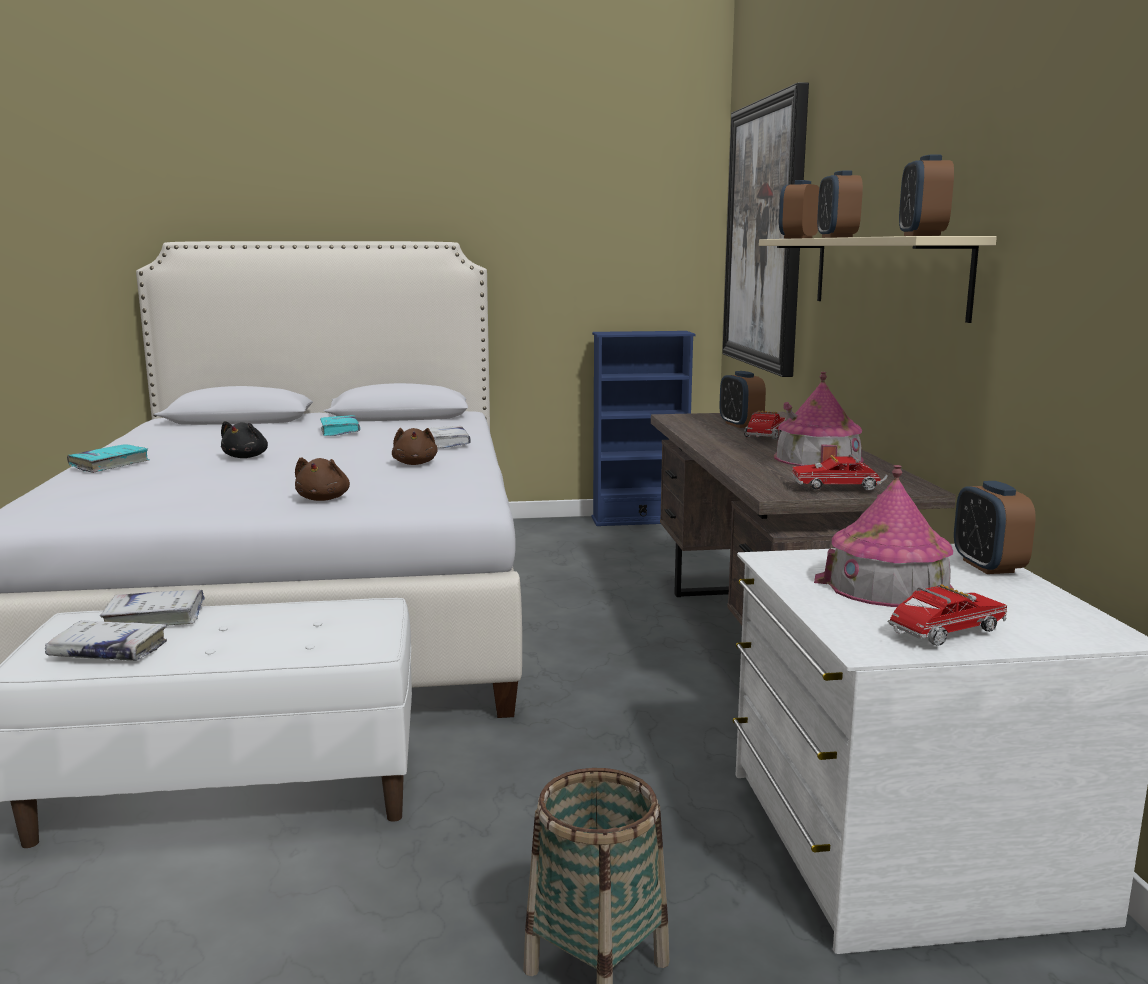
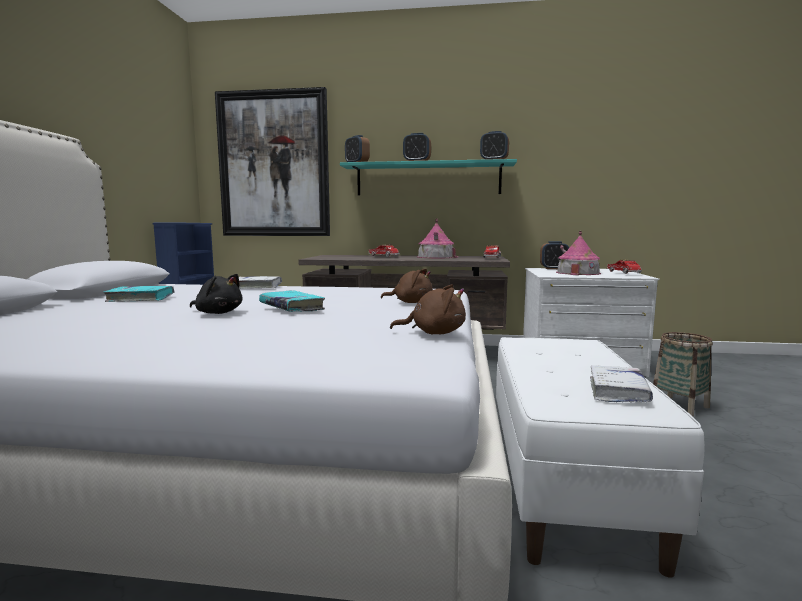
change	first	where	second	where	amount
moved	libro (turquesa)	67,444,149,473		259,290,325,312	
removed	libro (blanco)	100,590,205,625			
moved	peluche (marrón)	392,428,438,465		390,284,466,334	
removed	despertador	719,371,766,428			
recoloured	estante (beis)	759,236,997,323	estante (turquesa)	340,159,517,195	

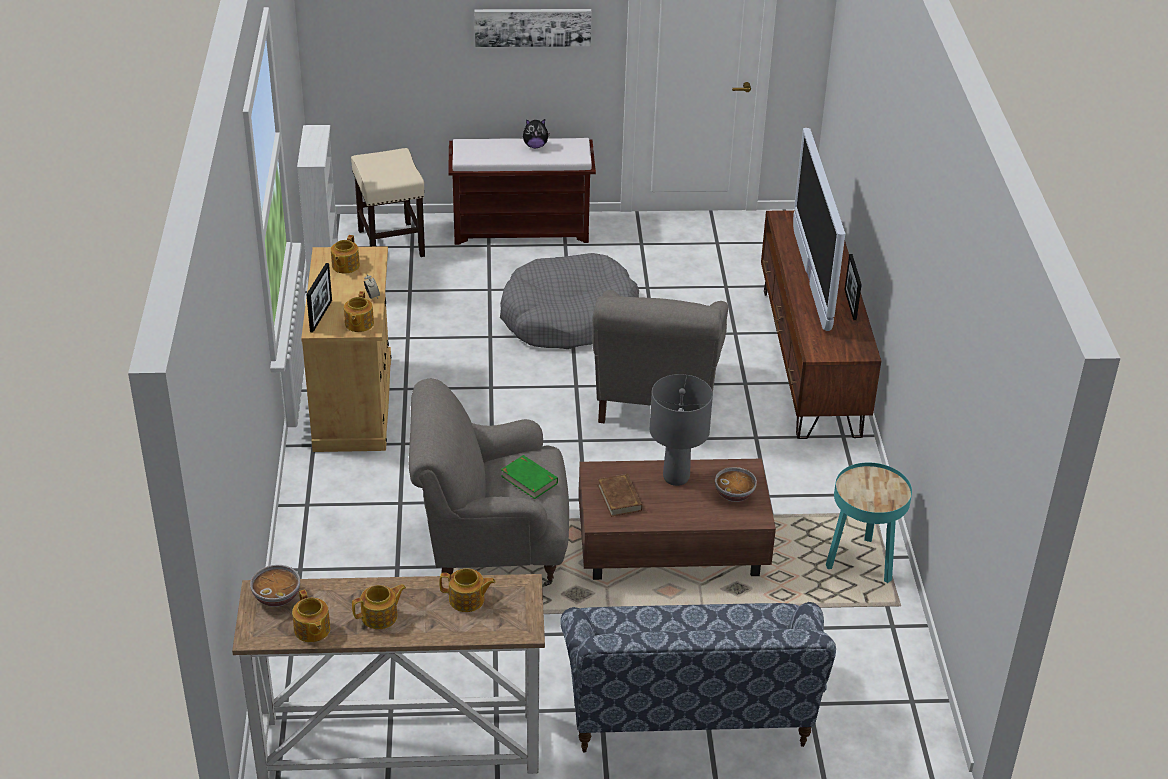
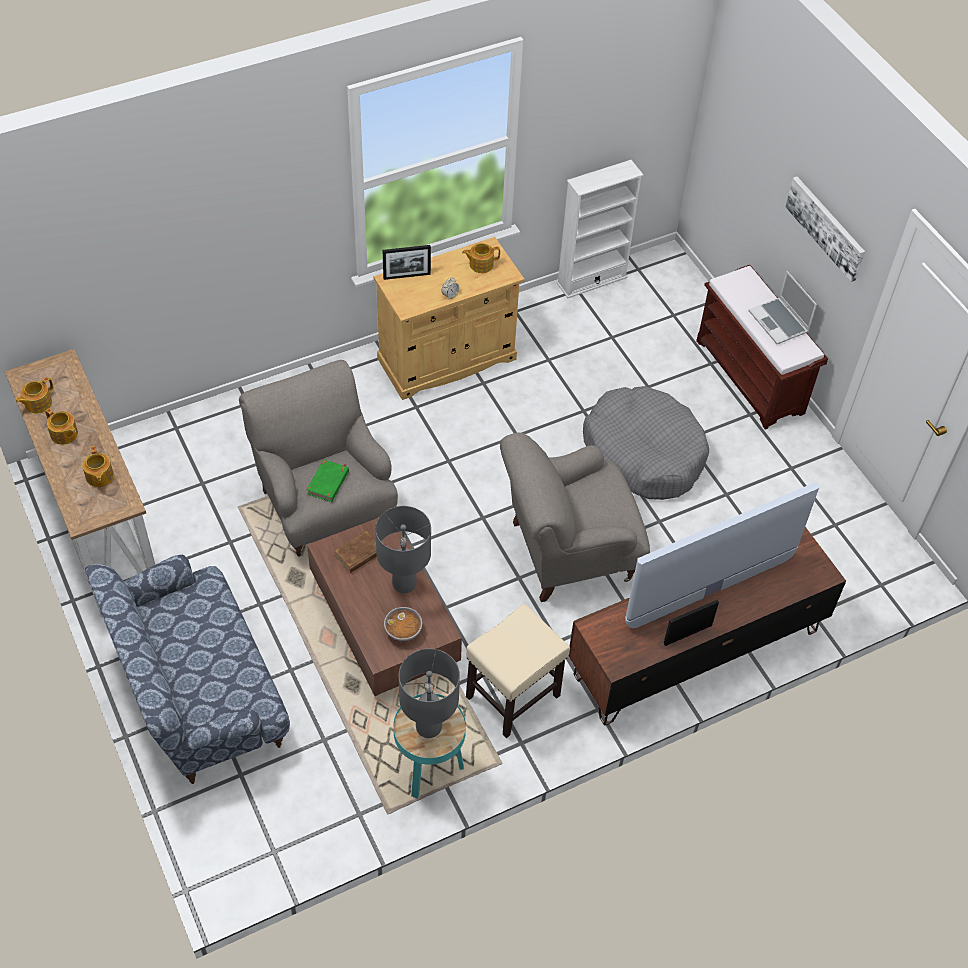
change	first	where	second	where	amount
removed	cuenco	250,565,300,607			
removed	tetera	344,291,374,332			
moved	taburete (beis)	351,148,425,257		466,604,570,738	
replaced	peluche	523,119,550,148	portátil	748,271,817,344	
added			lámpara de mesa (gris)	399,649,460,738	

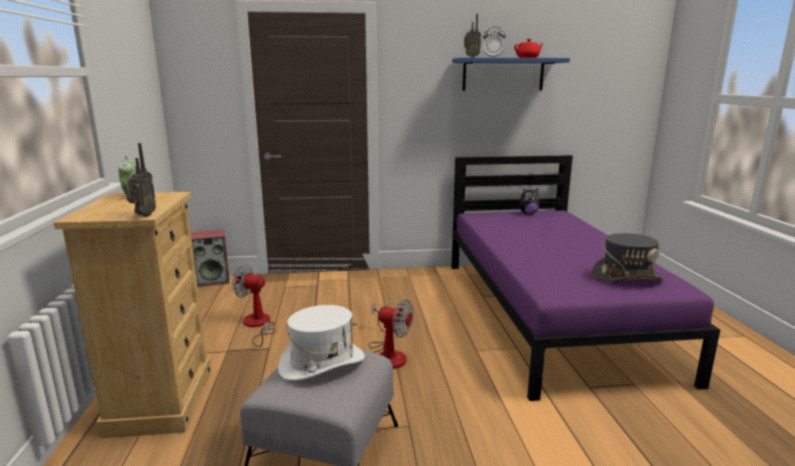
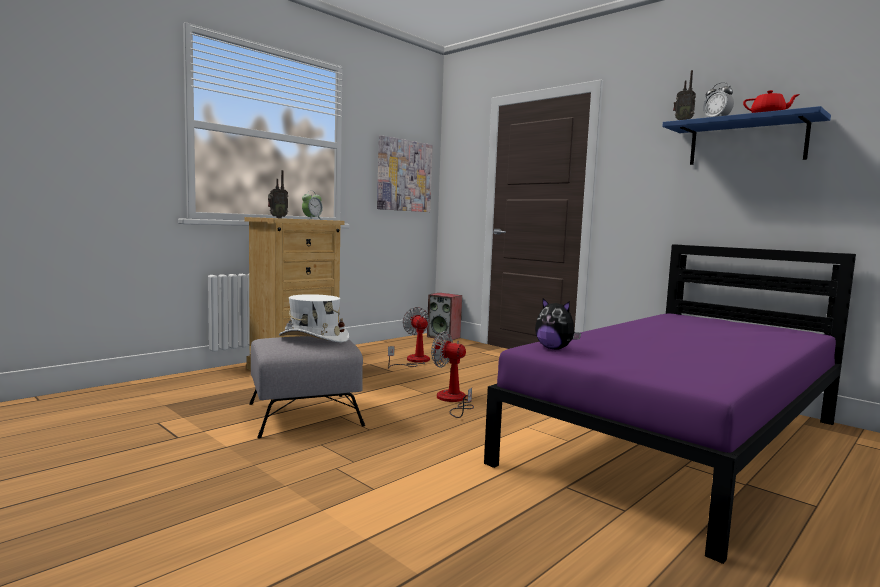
change	first	where	second	where	amount
turned	ventilador	369,299,414,369		431,331,474,418	135 degrees clockwise
moved	peluche	518,188,540,214		535,298,581,349	
removed	sombrero (gris)	592,233,664,281			
added			cuadro	377,135,433,212	

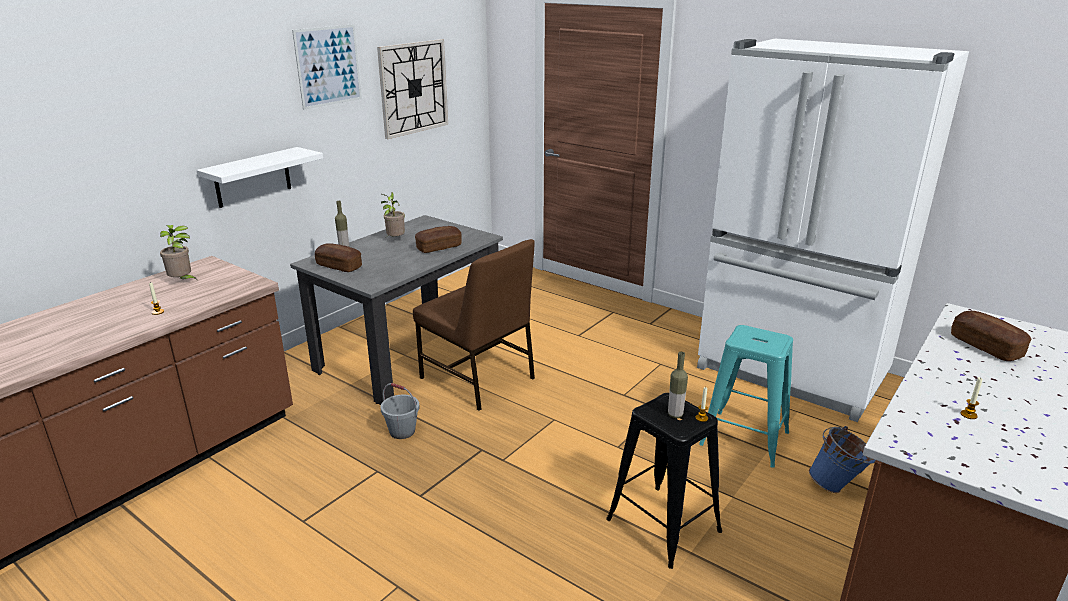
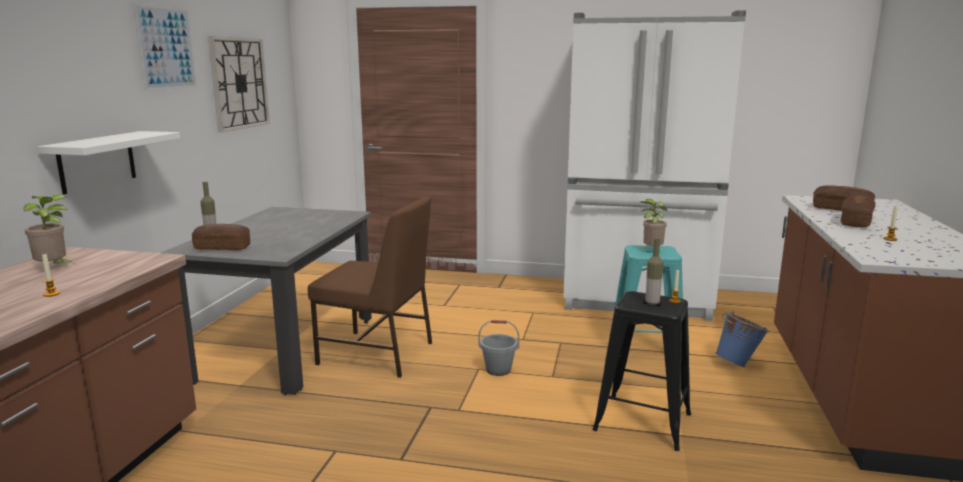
change	first	where	second	where	amount
moved	cubo (gris)	380,383,419,439		478,320,519,376	
moved	planta en maceta	381,192,405,236		638,199,667,251	
moved	pan	415,226,462,253		841,195,876,227	

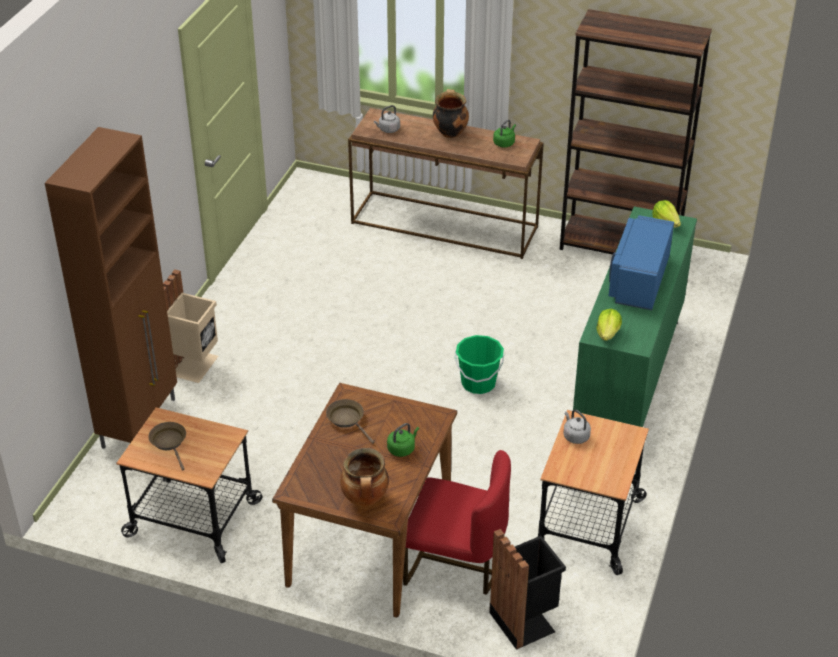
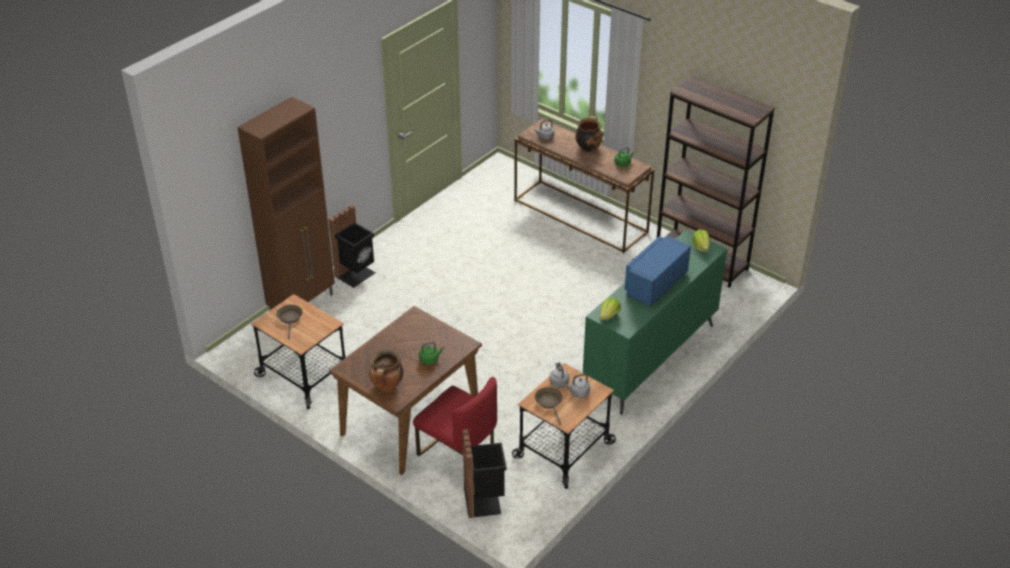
change	first	where	second	where	amount
recoloured	papelera (beis)	163,270,218,383	papelera (negro)	329,205,376,288	
moved	sartén (marrón)	326,399,374,444		535,387,563,425	
removed	cubo (verde)	455,335,504,394			
added			hervidor (gris)	565,374,590,398	

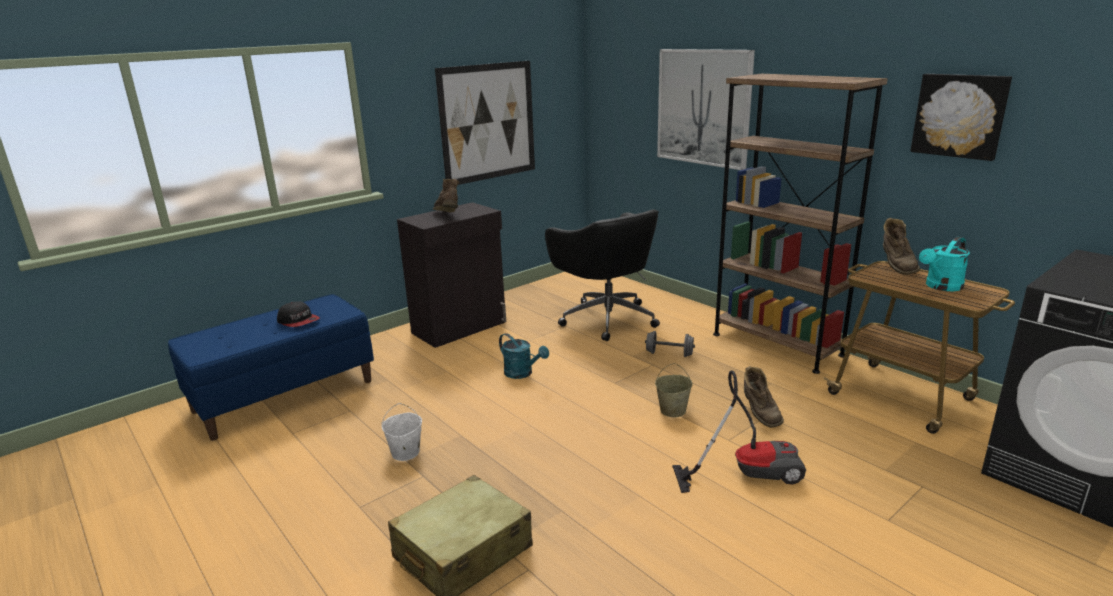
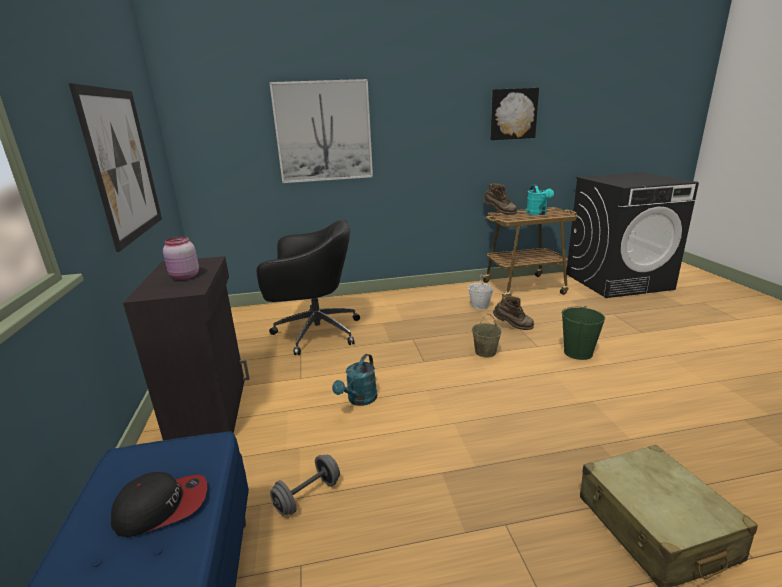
change	first	where	second	where	amount
moved	cubo (blanco)	382,403,422,461		468,276,494,310	
replaced	bota (marrón)	433,179,459,212	tarro (rosa)	163,236,199,280	
turned	regadera (turquesa)	499,333,549,379		332,354,377,406	135 degrees clockwise
moved	mancuerna (gris)	645,331,695,357		270,455,340,515	
replaced	aspiradora	672,370,806,493	cubo (verde)	562,306,605,360	
removed	estantería (marrón)	713,74,888,374			

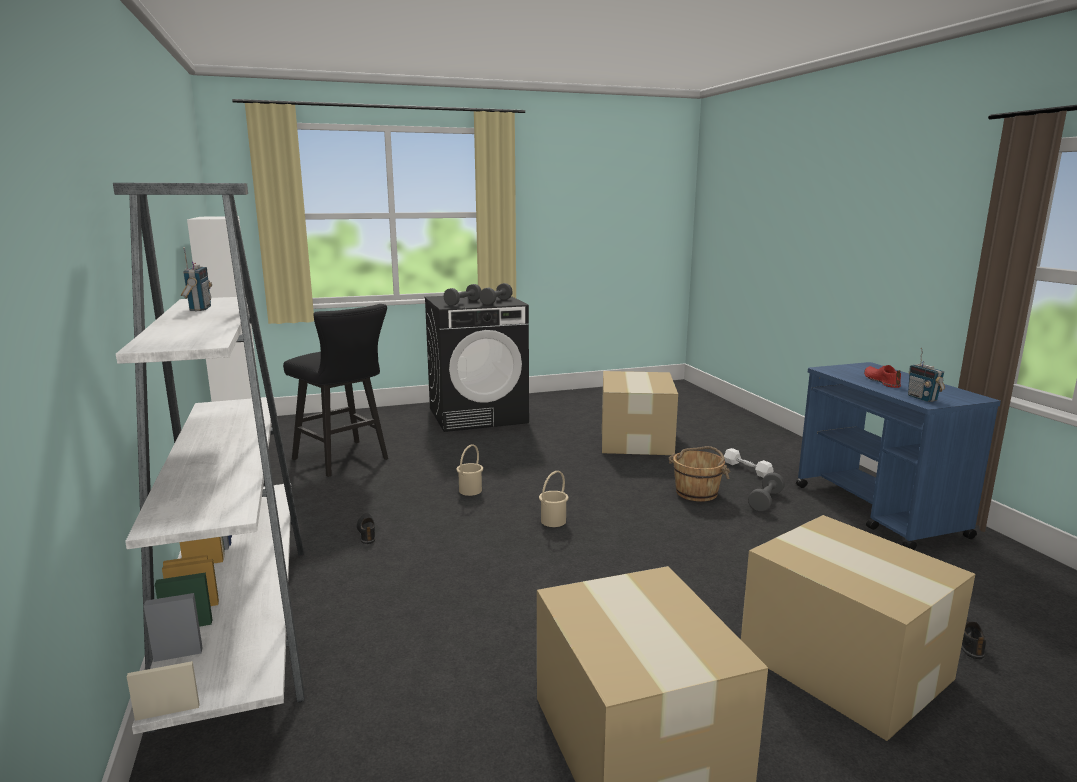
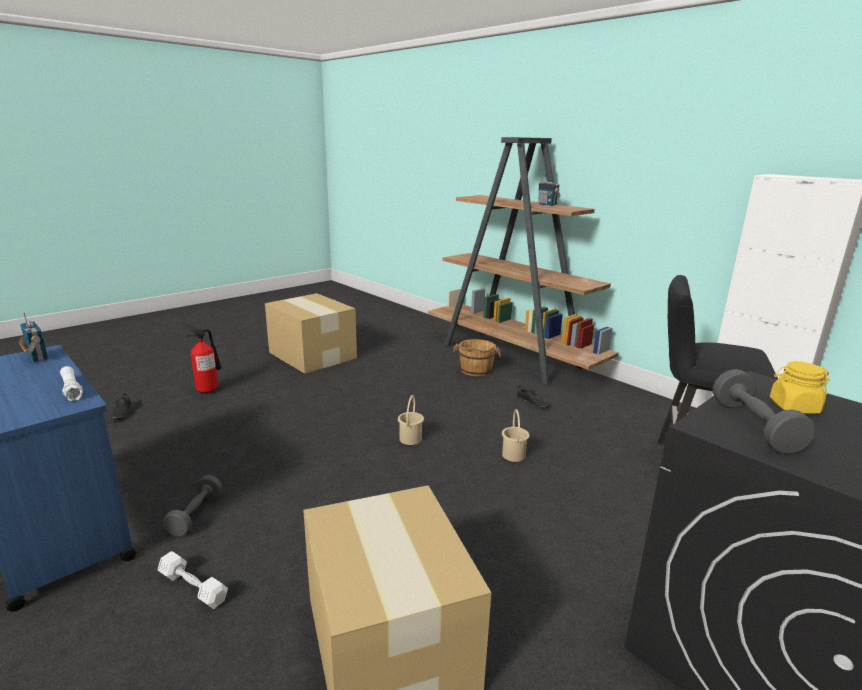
change	first	where	second	where	amount
recoloured	estantería (blanco)	113,183,304,734	estantería (marrón)	428,137,619,385	
replaced	mancuerna (gris)	443,284,481,306	tarro (amarillo)	770,361,830,414	
moved	cubo (marrón)	669,446,730,502		453,339,501,377	
replaced	caja de cartón	741,515,975,741	extintor	185,324,222,393	
removed	zapato (rojo)	864,365,901,388			
added			linterna (blanco)	60,366,83,401	

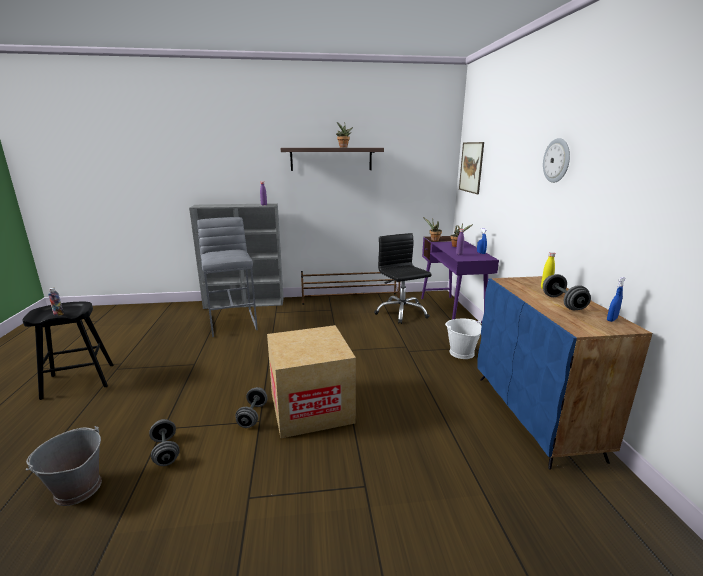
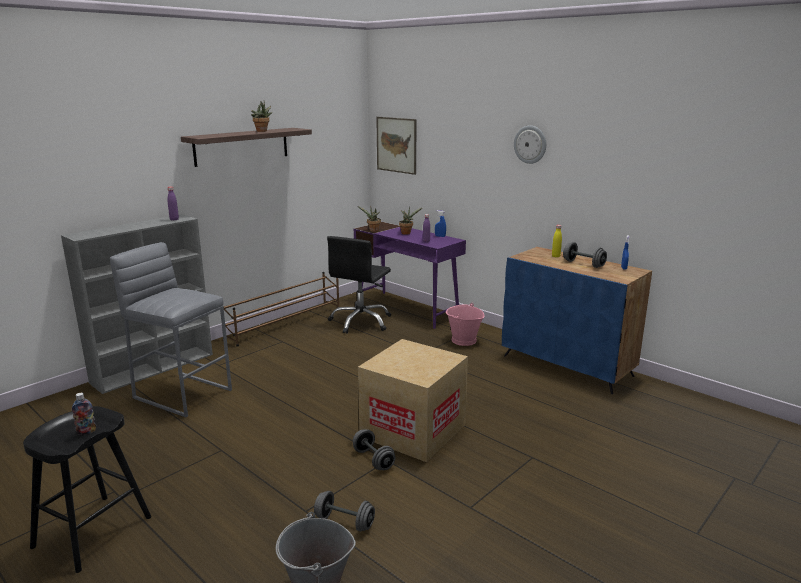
change	first	where	second	where	amount
turned	silla de oficina (negro)	374,233,432,324		327,236,391,334	90 degrees counterclockwise
recoloured	cubo (blanco)	445,319,482,359	cubo (rosa)	446,303,485,346	

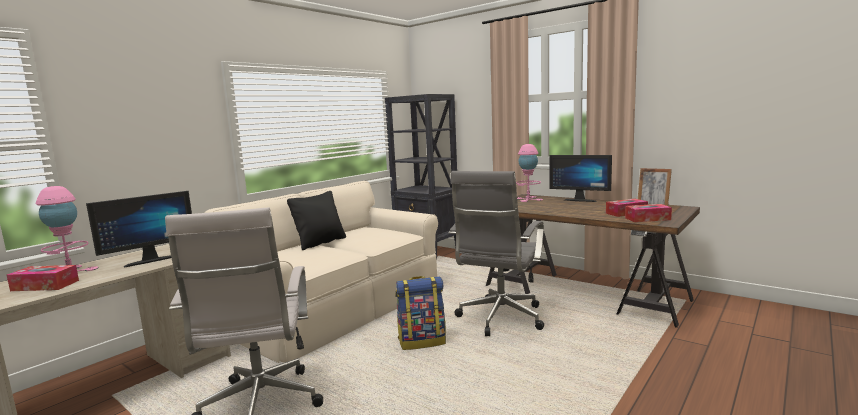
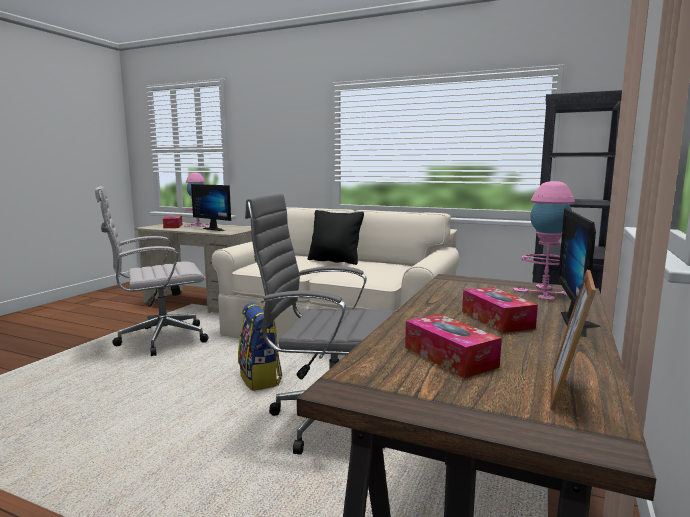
change	first	where	second	where	amount
moved	caja de pañuelos	625,204,672,222		462,287,538,333	

